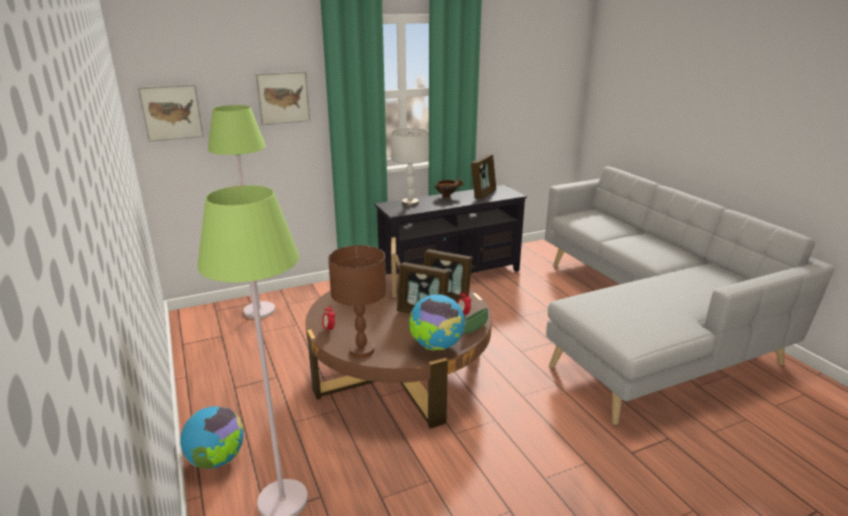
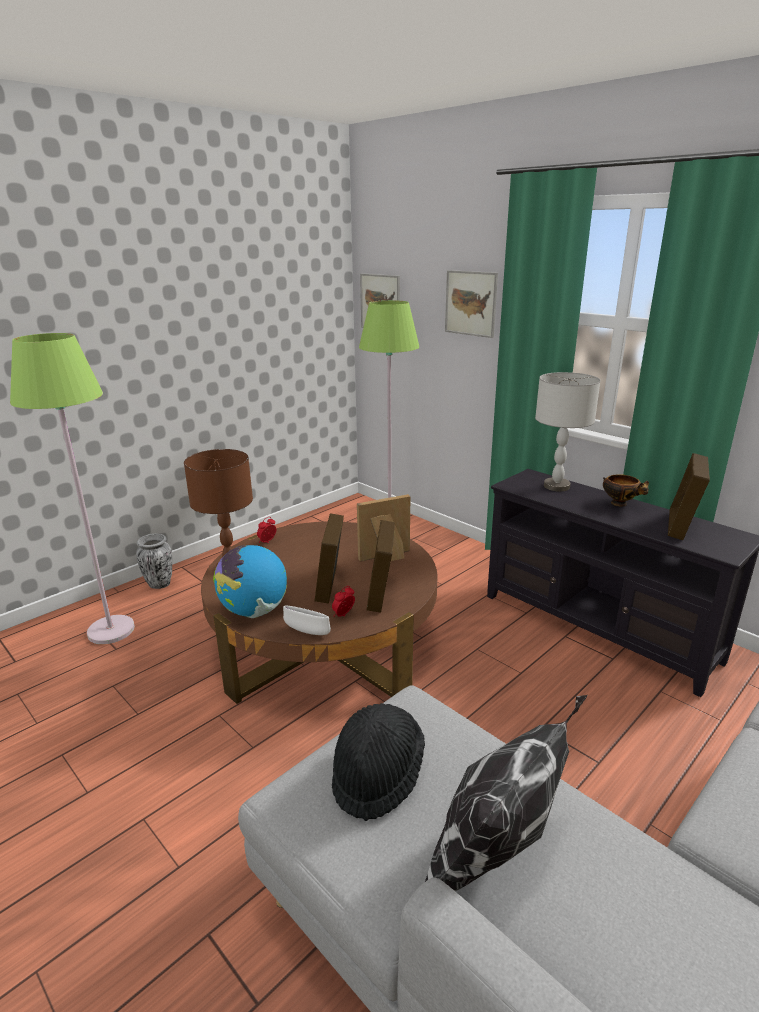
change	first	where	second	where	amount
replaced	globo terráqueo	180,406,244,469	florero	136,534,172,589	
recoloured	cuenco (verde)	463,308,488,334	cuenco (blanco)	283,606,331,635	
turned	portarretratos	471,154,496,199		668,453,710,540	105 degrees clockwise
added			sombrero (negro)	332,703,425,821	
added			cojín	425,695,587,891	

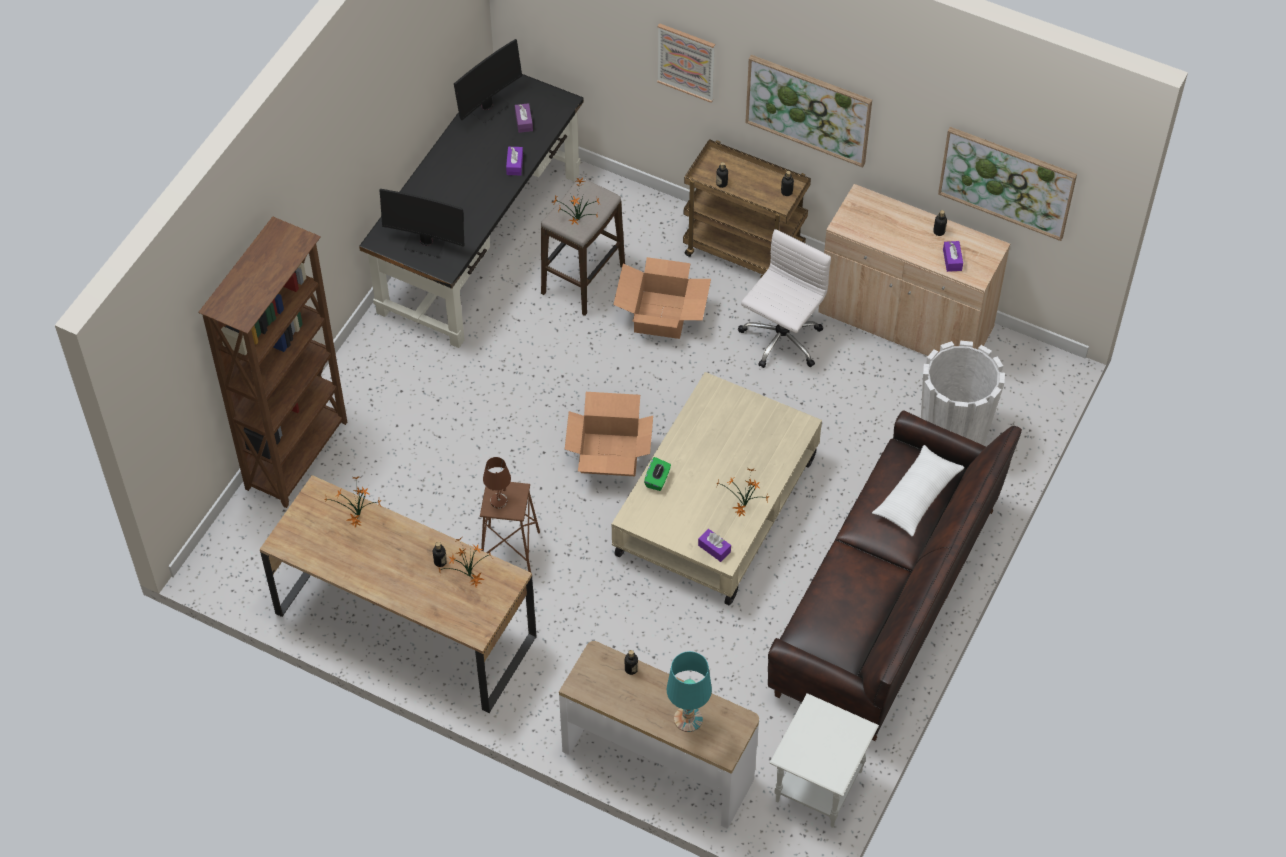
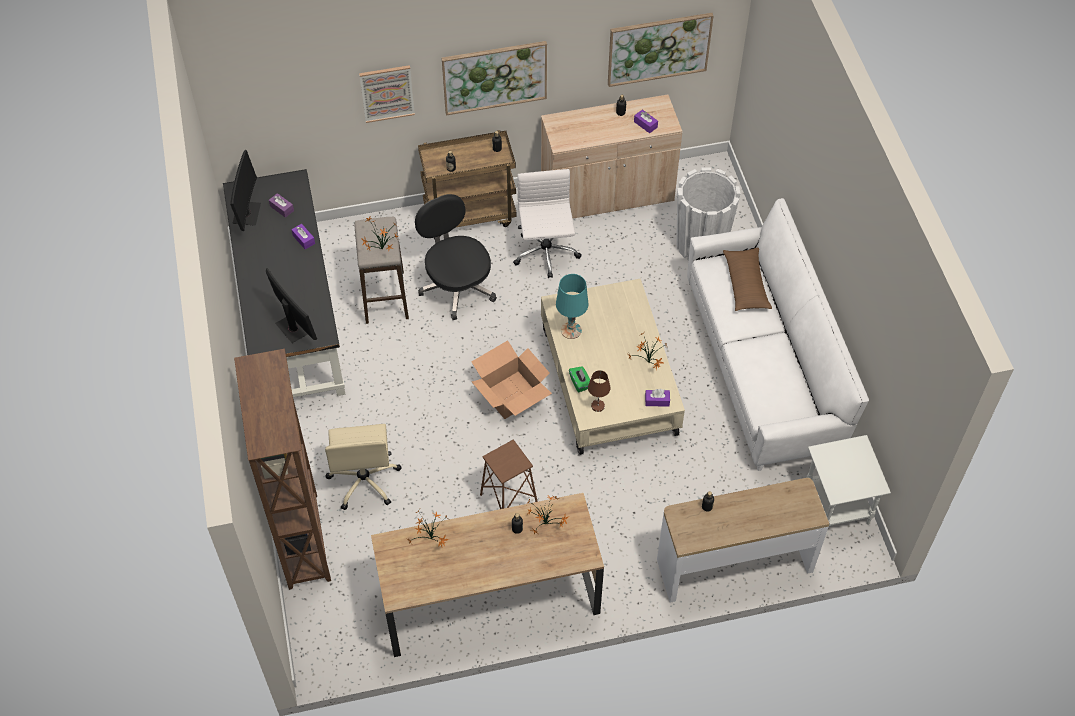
change	first	where	second	where	amount
turned	monitor	380,189,464,257		266,268,317,343	105 degrees counterclockwise
moved	lámpara de mesa (marrón)	483,457,511,509		588,370,611,412	
replaced	caja de cartón	613,257,711,339	silla de oficina (negro)	415,194,497,320	
moved	lámpara de mesa (turquesa)	667,651,712,732		556,274,588,339	
recoloured	sofá (marrón)	768,411,1022,741	sofá (blanco)	687,198,869,471	
recoloured	cojín (blanco)	872,445,964,536	cojín (marrón)	723,248,772,311	
added			silla de oficina (beis)	325,424,402,510	

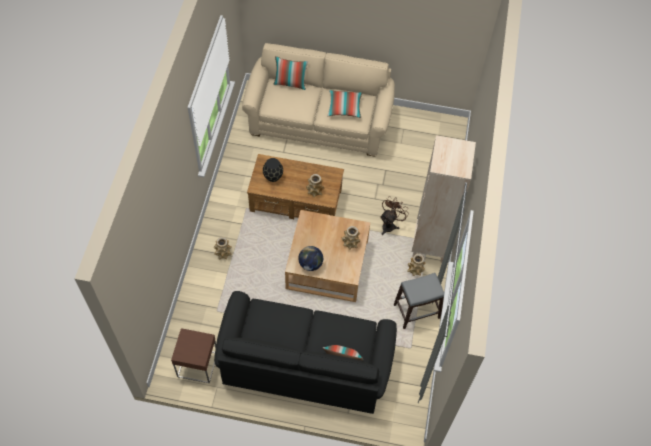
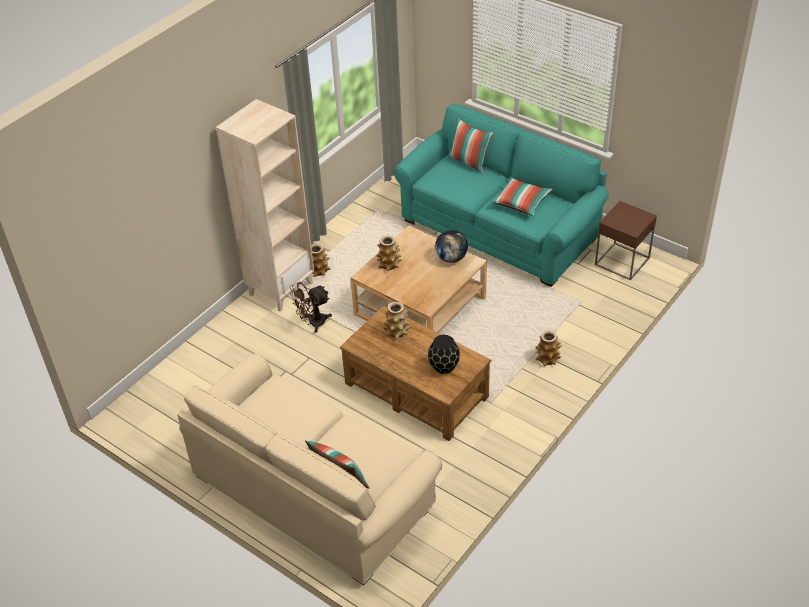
change	first	where	second	where	amount
recoloured	sofá (negro)	214,291,397,414	sofá (turquesa)	394,103,609,287	
moved	cojín	327,90,362,118		491,177,553,216	
removed	taburete (gris)	394,273,444,329			

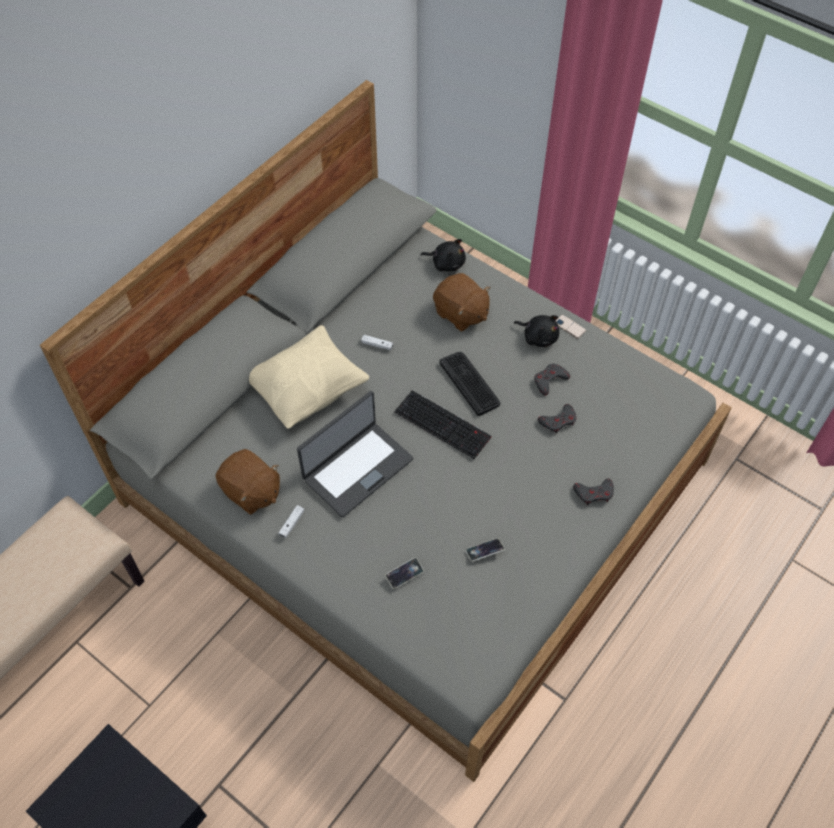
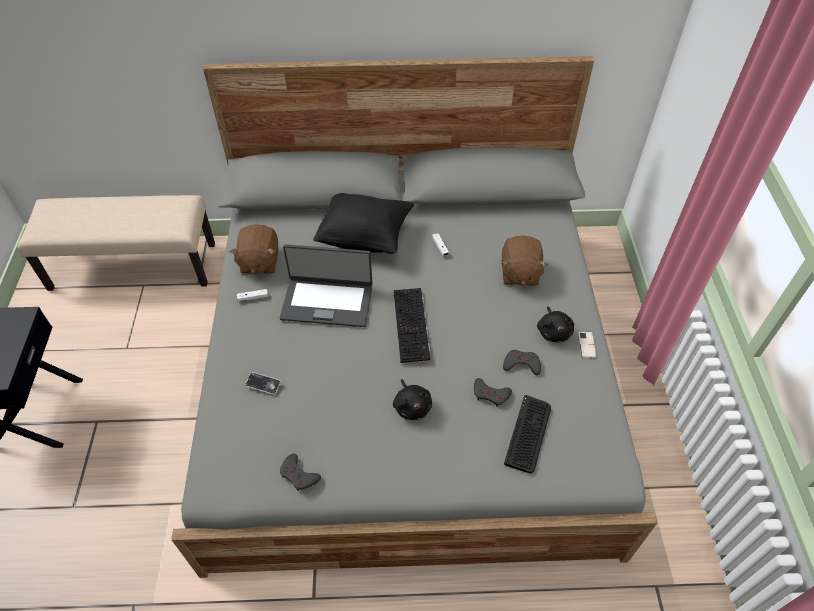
change	first	where	second	where	amount
recoloured	cojín (beis)	249,325,369,429	cojín (negro)	313,193,414,254	
moved	peluche (negro)	421,239,466,272		393,379,432,420	
moved	teclado	439,352,500,416		504,395,551,473	
removed	móvil	466,538,505,562			
moved	mando de consola (gris)	573,479,614,505		280,454,321,491	

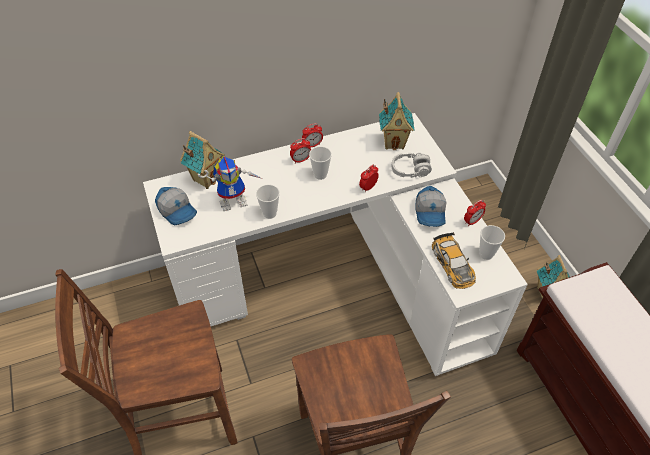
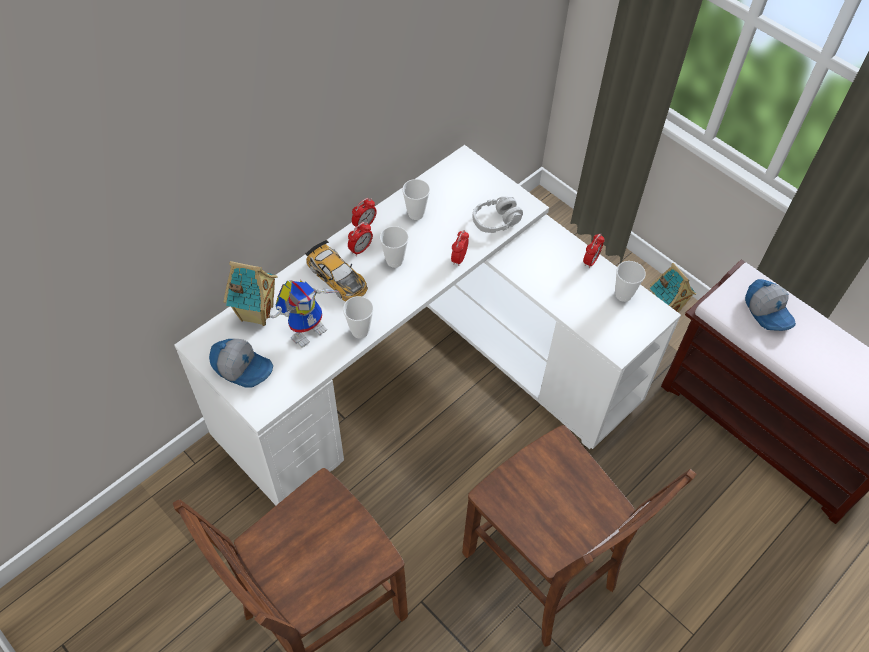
change	first	where	second	where	amount
removed	casita	379,92,415,150			
moved	gorra	416,186,447,227		745,279,796,331	
moved	coche de juguete	432,232,476,289		305,240,368,302	
added			taza	402,179,430,220	

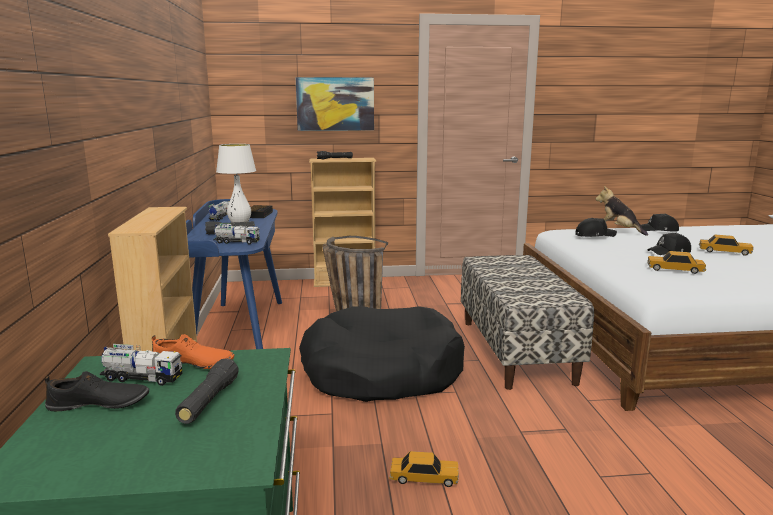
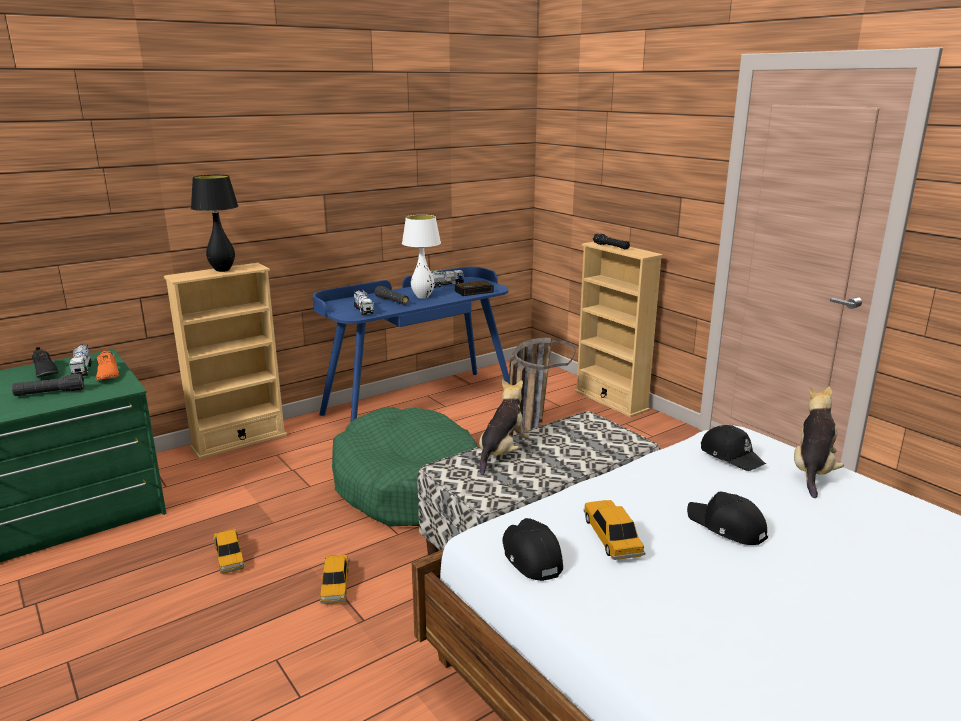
change	first	where	second	where	amount
removed	cuadro	296,77,374,131			
recoloured	cama para perro (negro)	299,306,465,402	cama para perro (verde)	332,407,477,527	
moved	gorra (negro)	641,214,679,232		502,518,563,581	
moved	coche de juguete	699,235,753,256		320,555,349,604	
added			lámpara de mesa (negro)	191,175,238,272	
added			peluche	479,380,529,475	

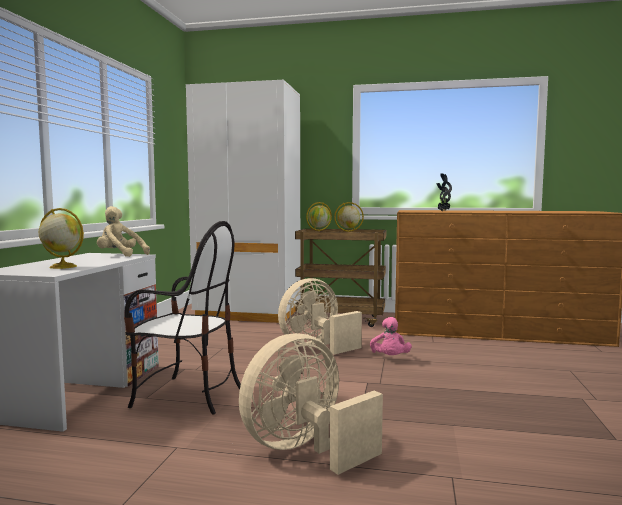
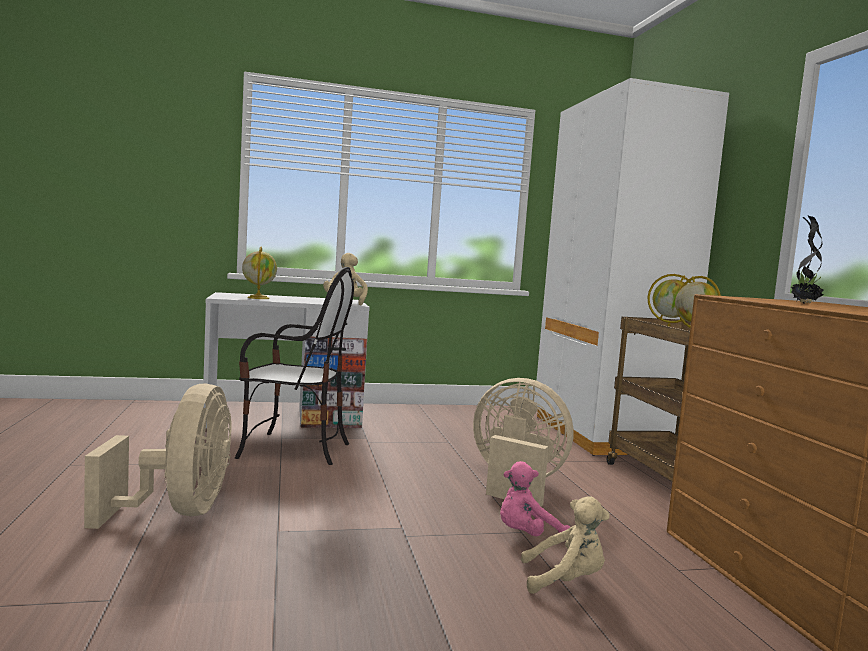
change	first	where	second	where	amount
turned	silla	124,221,241,414		235,267,354,465	75 degrees counterclockwise
turned	ventilador (beis)	239,333,383,475		84,383,231,529	60 degrees clockwise
added			peluche (beis)	521,497,610,594	

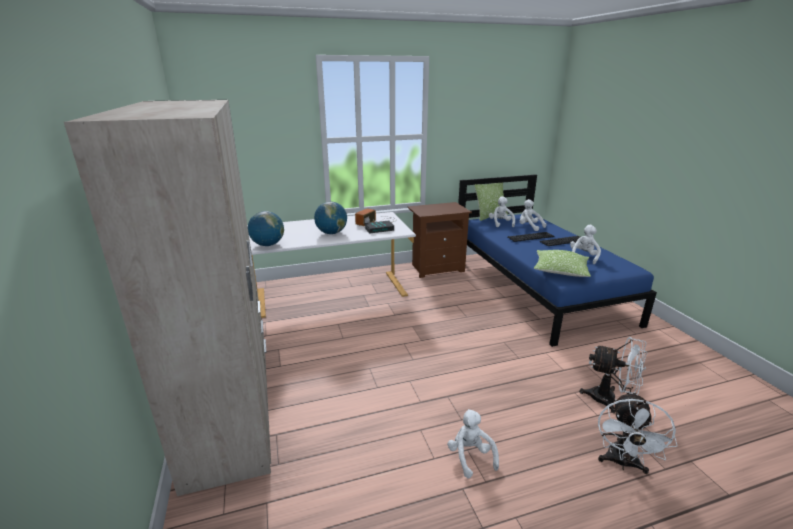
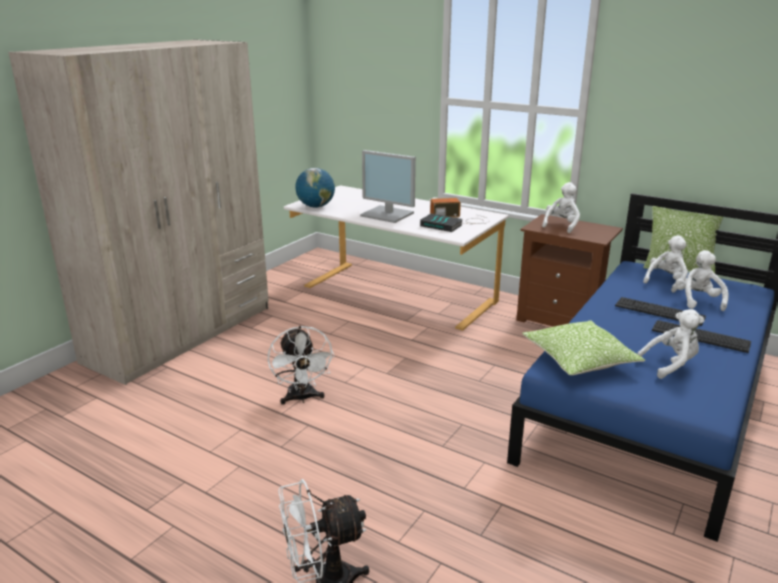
change	first	where	second	where	amount
replaced	globo terráqueo	314,201,347,234	monitor	360,150,416,223	
moved	peluche (blanco)	447,409,499,478		542,182,580,233	
moved	ventilador (blanco)	579,337,648,413		268,326,334,405	

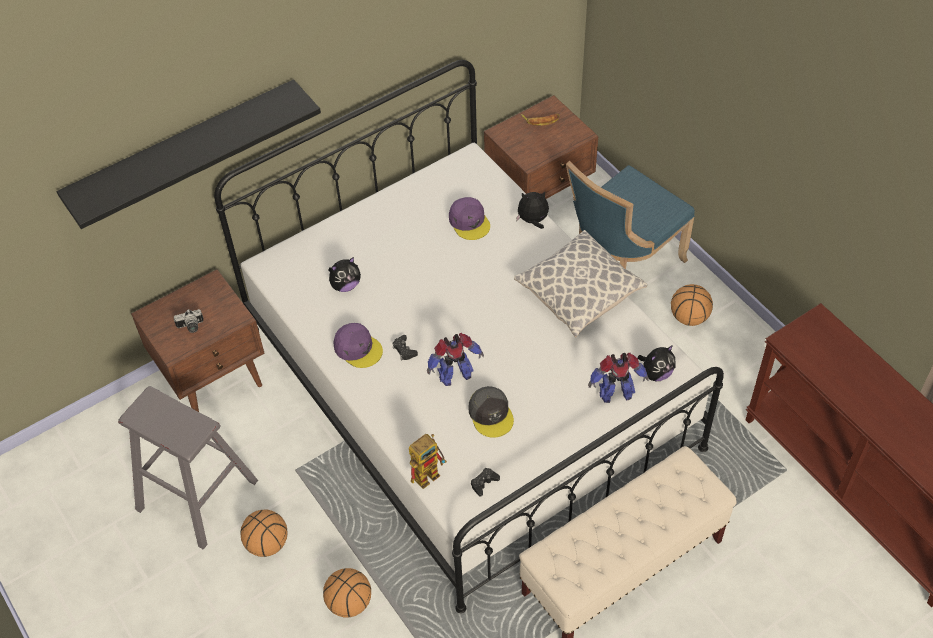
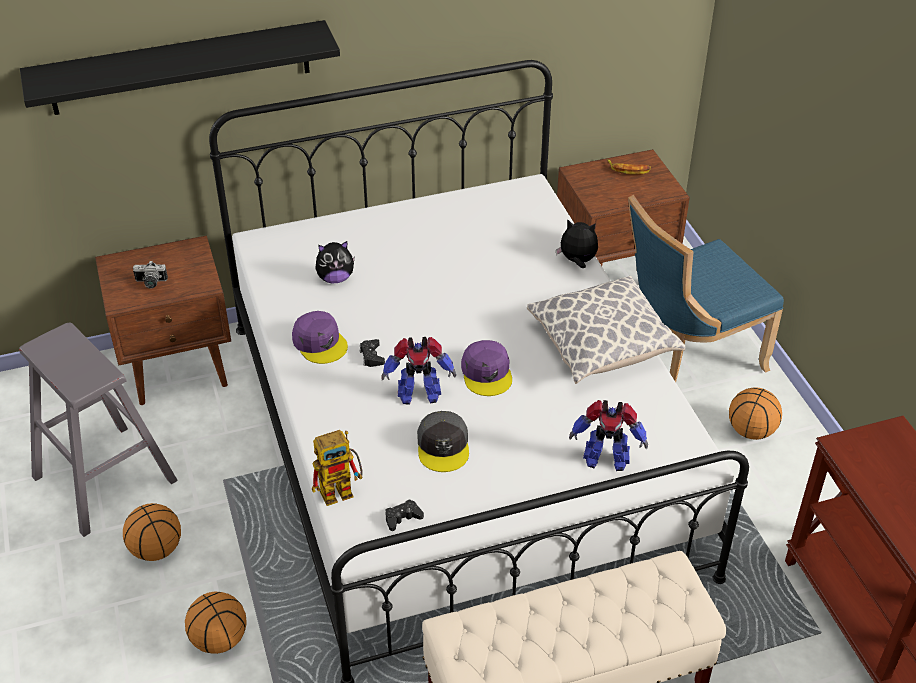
change	first	where	second	where	amount
moved	gorra (morado)	449,197,490,240		461,340,512,396	
removed	peluche	638,345,675,381			

